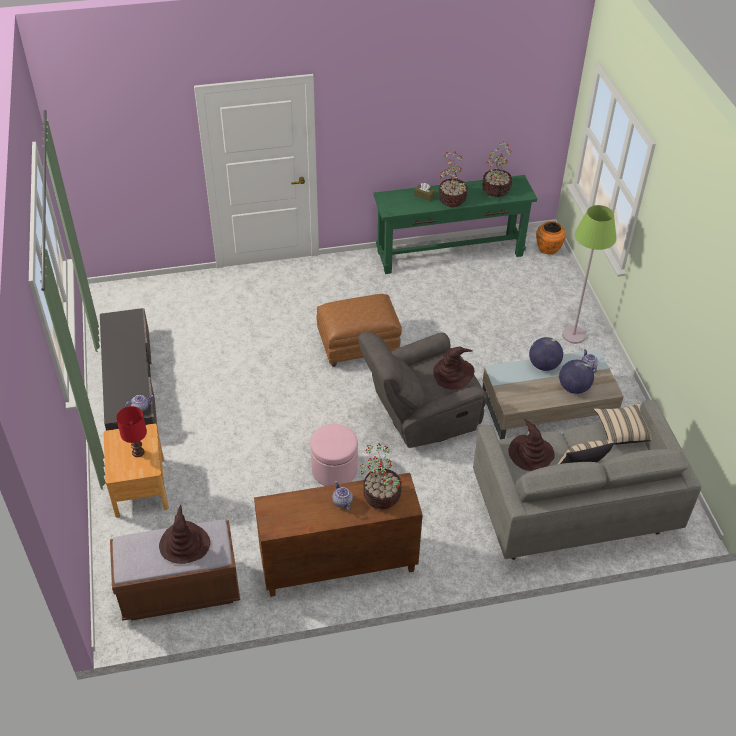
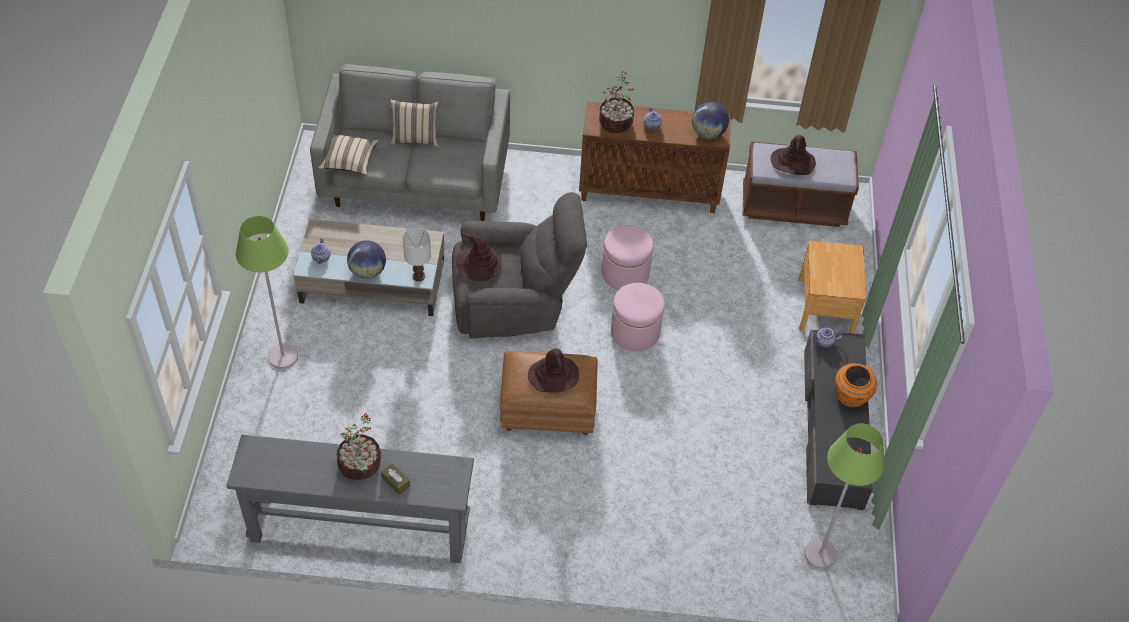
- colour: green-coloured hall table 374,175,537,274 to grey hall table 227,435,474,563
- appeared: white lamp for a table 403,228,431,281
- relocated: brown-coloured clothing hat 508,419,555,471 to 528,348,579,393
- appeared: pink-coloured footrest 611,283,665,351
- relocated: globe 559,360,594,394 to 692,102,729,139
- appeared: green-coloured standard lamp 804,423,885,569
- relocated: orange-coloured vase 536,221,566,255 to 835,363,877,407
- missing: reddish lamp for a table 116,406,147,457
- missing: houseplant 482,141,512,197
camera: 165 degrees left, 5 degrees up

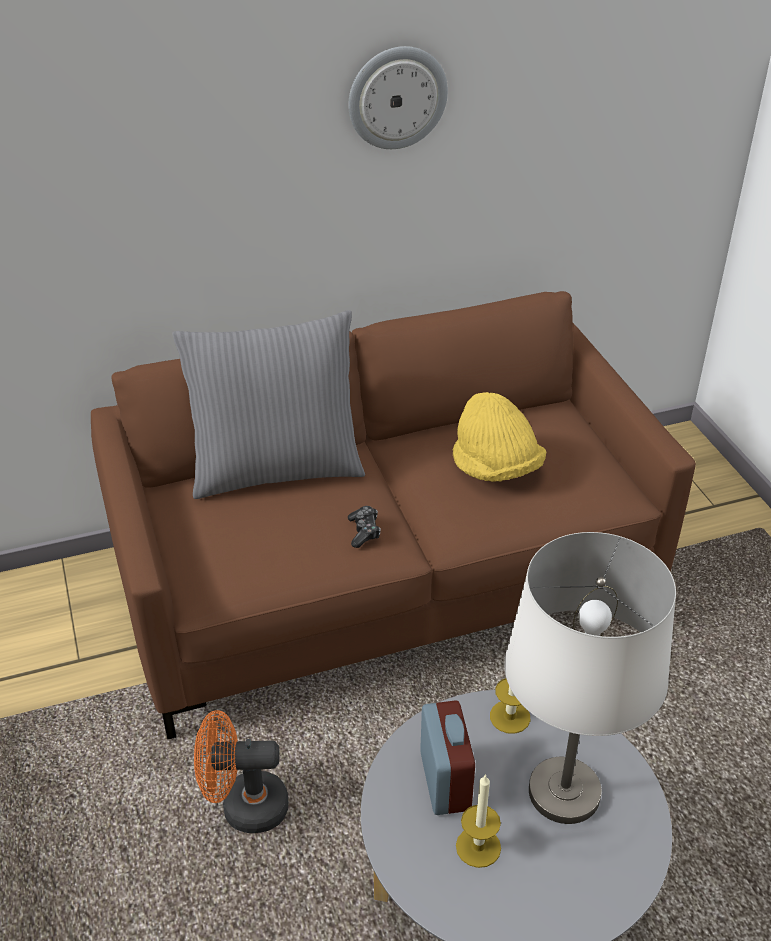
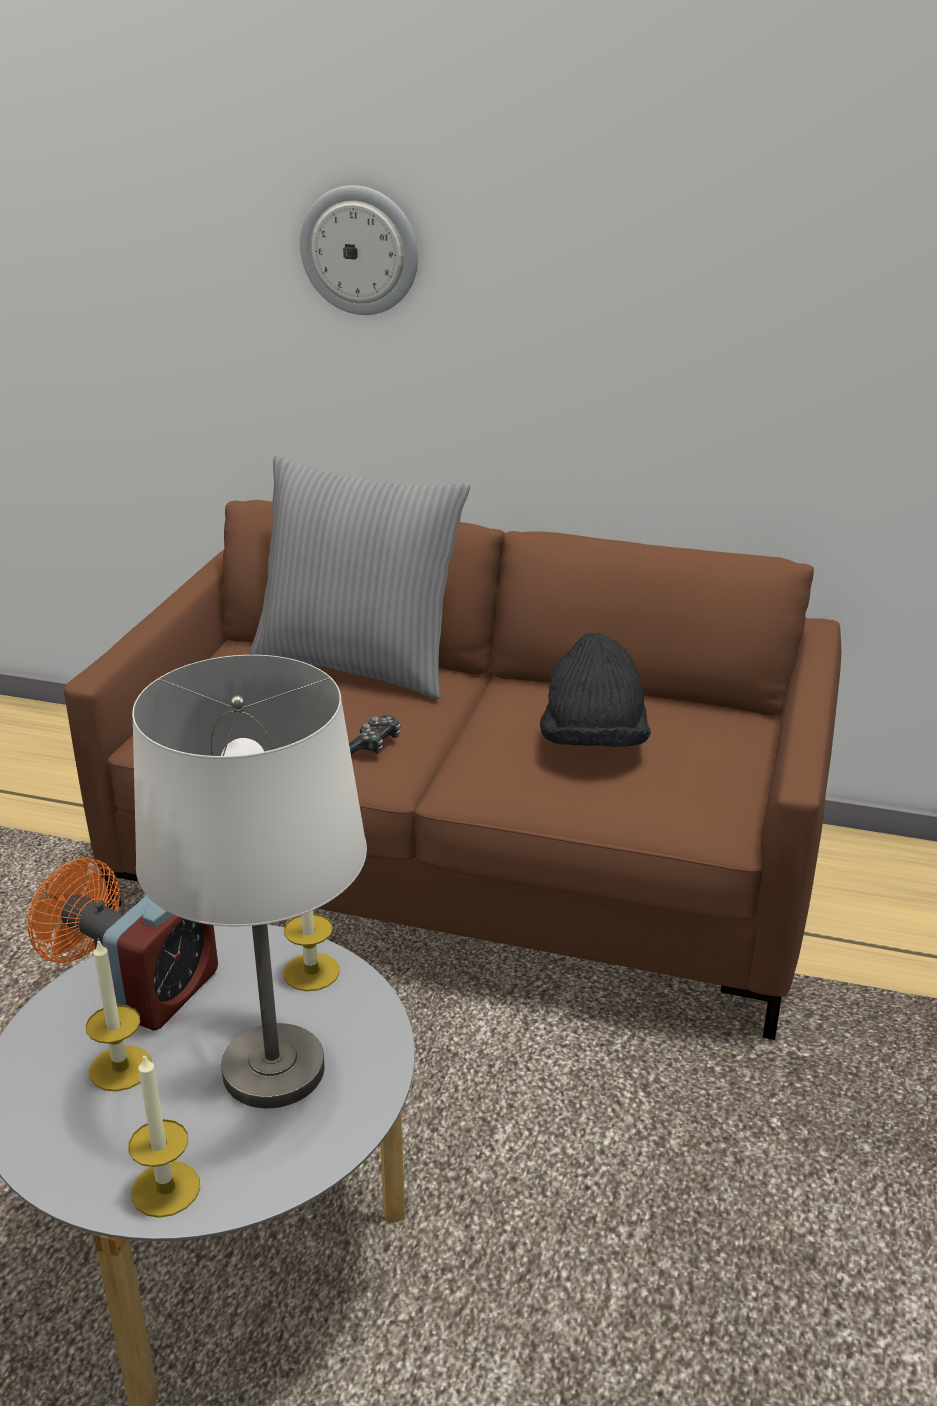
- appeared: wax light 128,1053,200,1218
- relocated: wall clock 348,46,448,149 to 300,185,418,315
- colour: yellowish clothing hat 452,392,546,482 to blackish clothing hat 540,633,651,747
camera: 35 degrees right, 10 degrees down

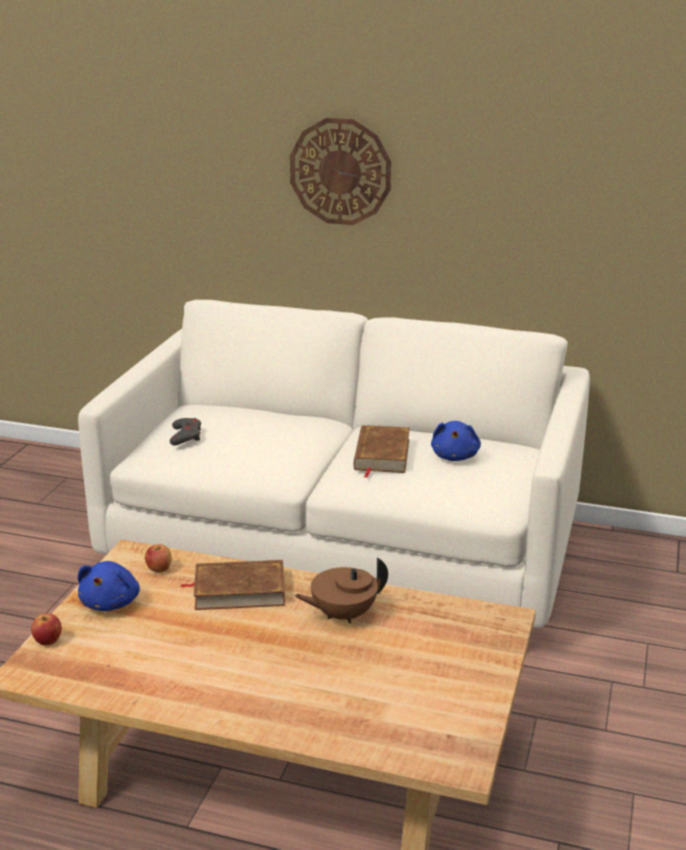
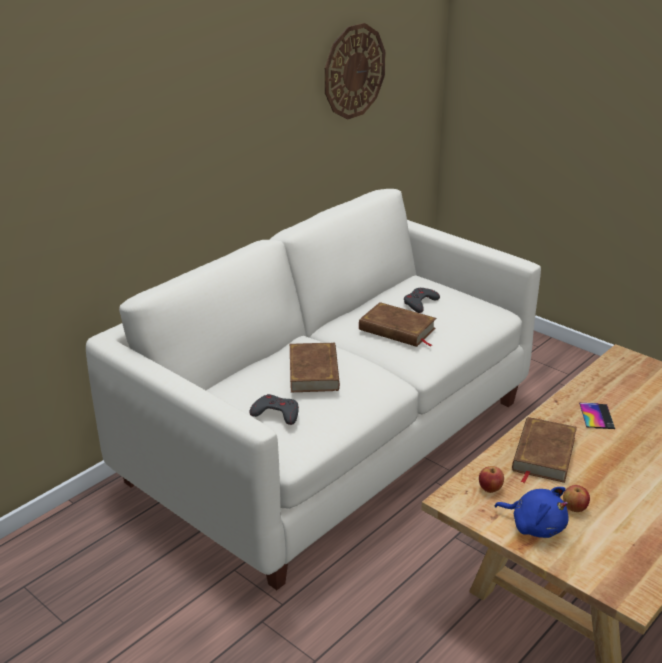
- appeared: brown-coloured volume 290,342,340,392
- relocated: wall clock 290,118,391,225 to 325,23,386,119
- exchanged: bluish cuddly toy 431,421,481,461 to grey game controller 404,288,440,313
- relocated: whole apple 31,613,62,646 to 563,485,590,512
- exchanged: brown-coloured teapot 294,558,388,623 to handset 579,403,615,429
camera: 65 degrees left, 5 degrees up

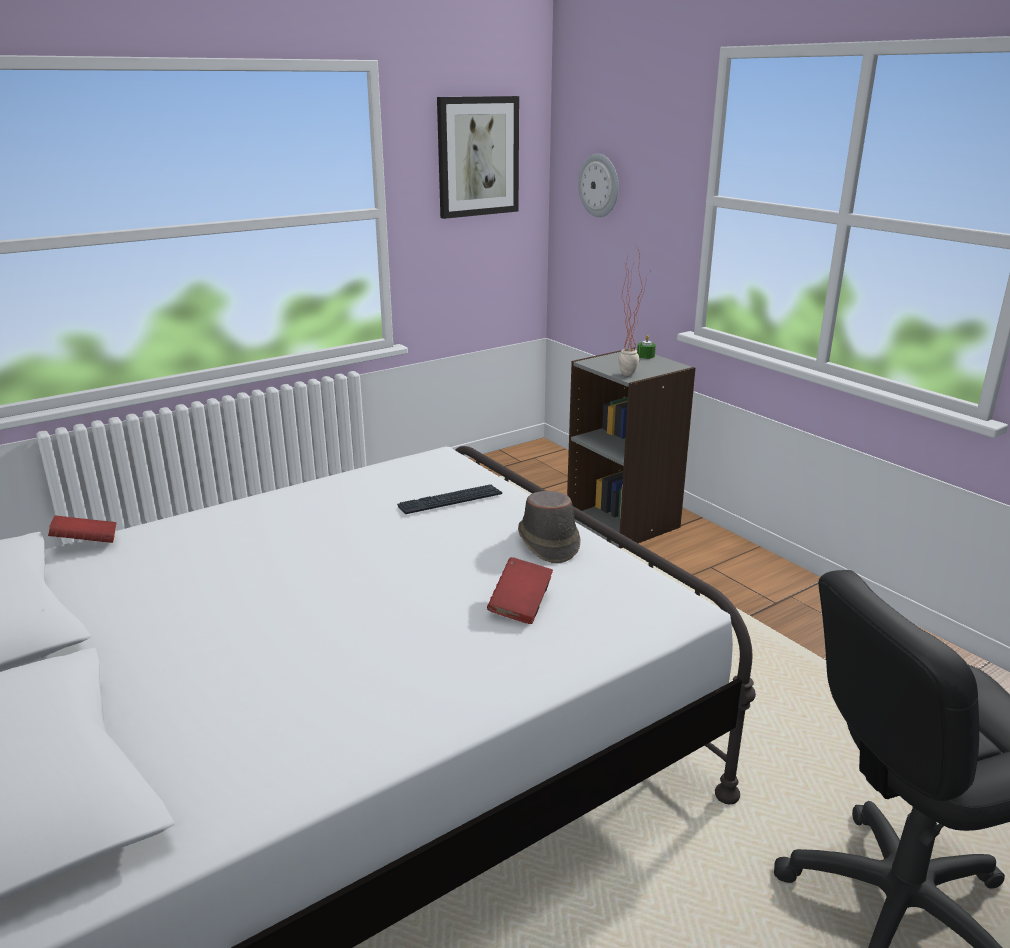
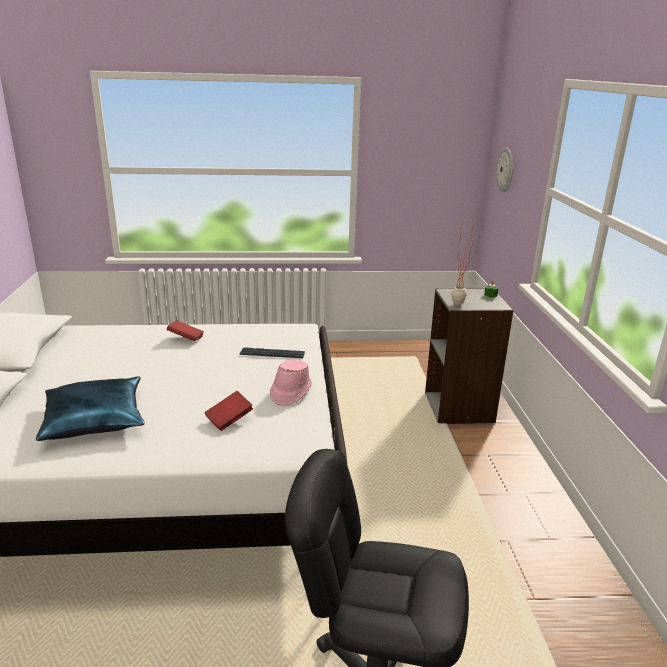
- appeared: bluish throw pillow 36,376,145,441
- relocated: reddish volume 48,515,116,543 to 167,321,204,341
- colour: brown-coloured clothing hat 518,491,581,564 to pink-coloured clothing hat 270,360,312,405
- missing: wall picture 437,96,519,219
camera: 30 degrees right, 0 degrees up

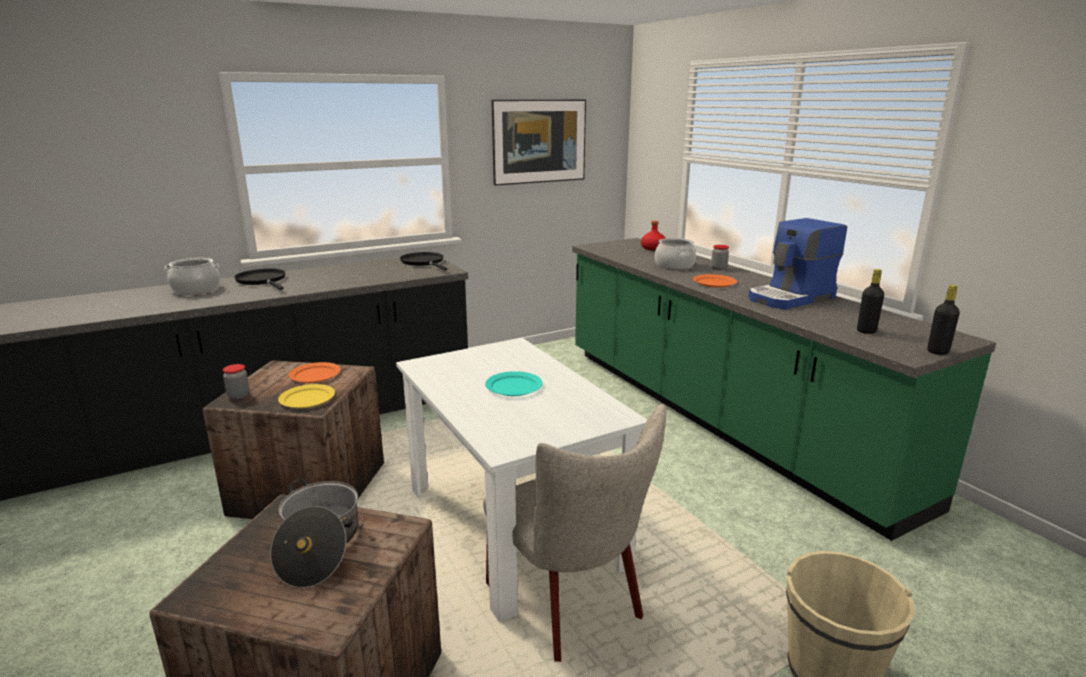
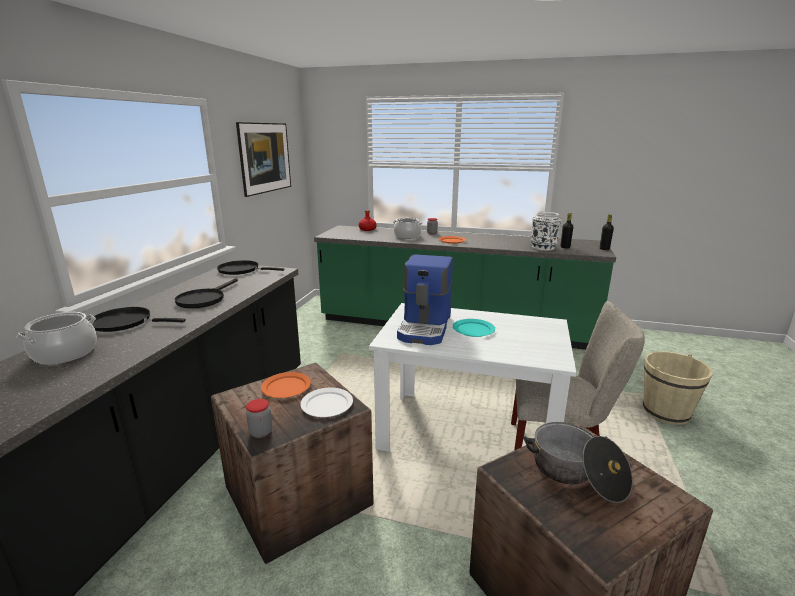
- appeared: blackish pan 175,278,238,308
- colour: yellowish plate 278,384,335,408 to white plate 300,388,353,417
- relocated: coffee machine 748,218,847,309 to 397,254,453,345
- appeared: white vase 531,212,561,251
camera: 45 degrees left, 0 degrees up

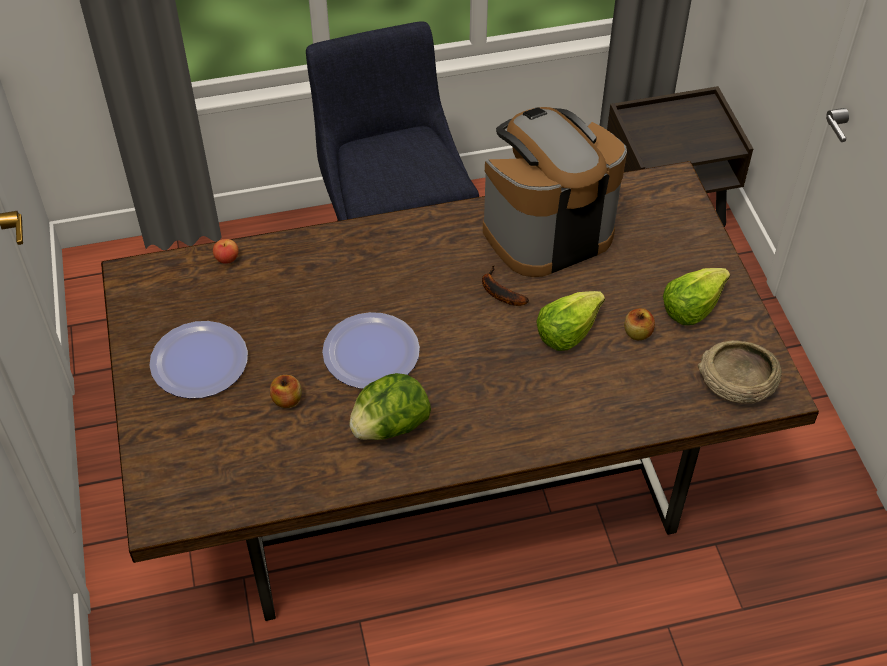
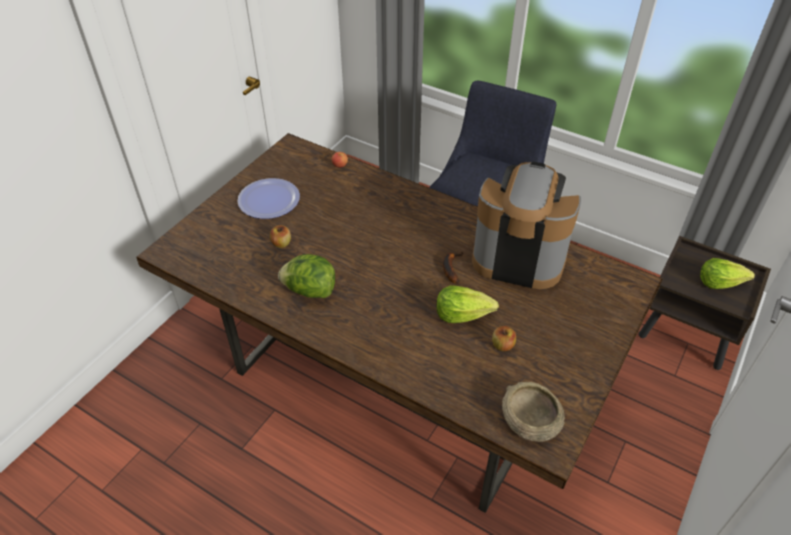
- relocated: head of lettuce 663,268,730,325 to 700,258,755,289
- missing: plate 322,312,420,389
camera: 45 degrees right, 5 degrees down

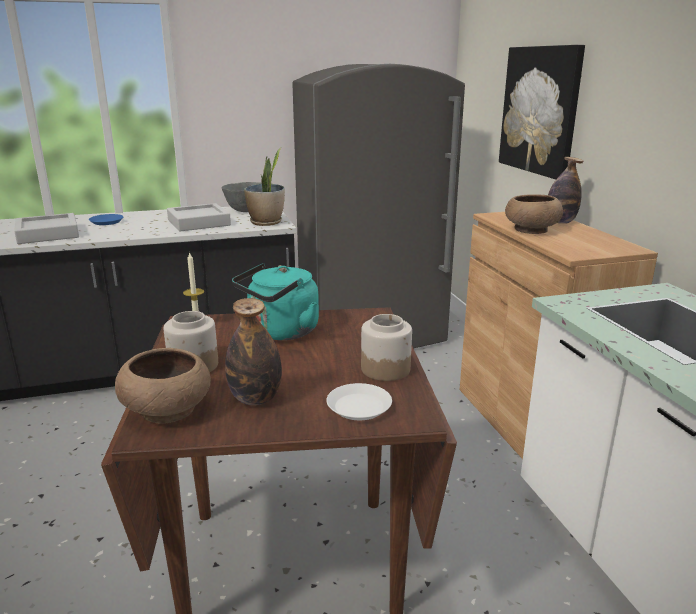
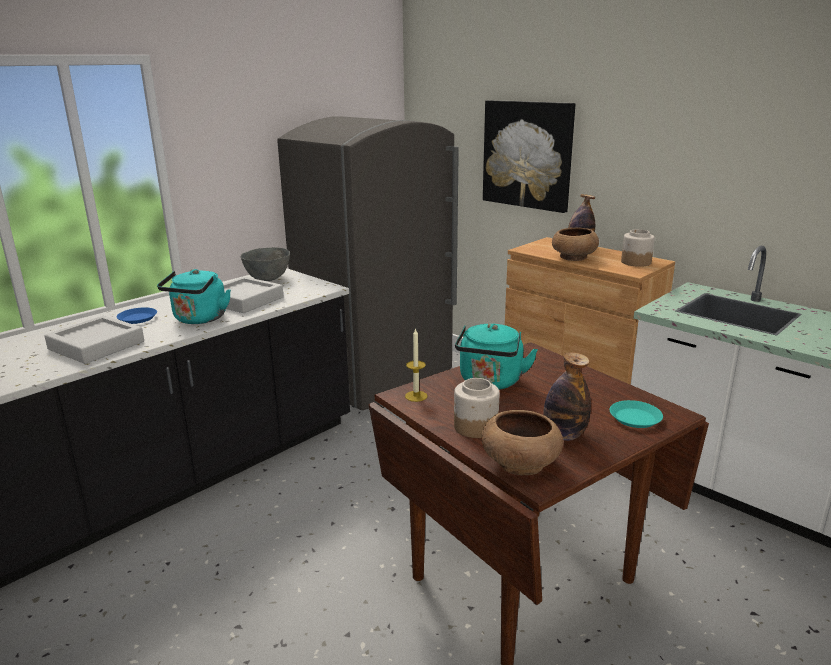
- appeared: blue-green kettle 157,269,231,324
- colour: white plate 326,383,392,420 to blue-green plate 610,400,663,428
- relocated: preserve jar 361,314,412,381 to 621,229,655,267
- missing: houseplant 244,148,285,226
camera: 30 degrees left, 0 degrees up

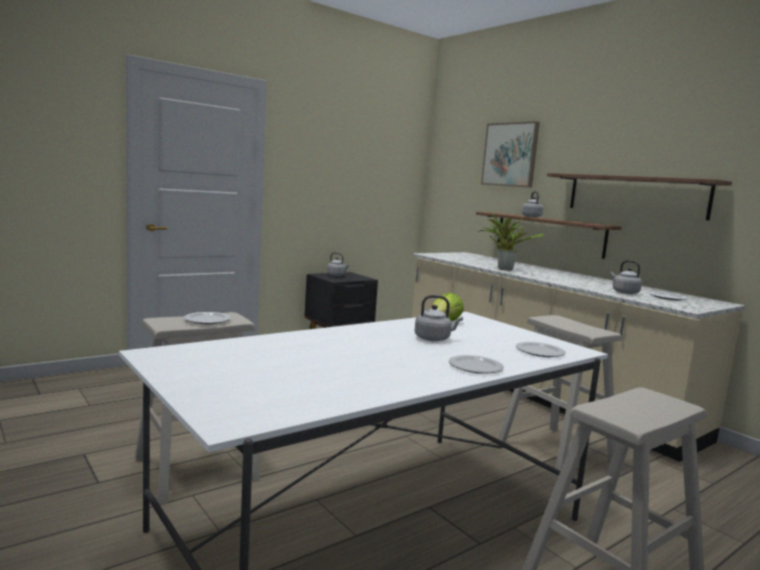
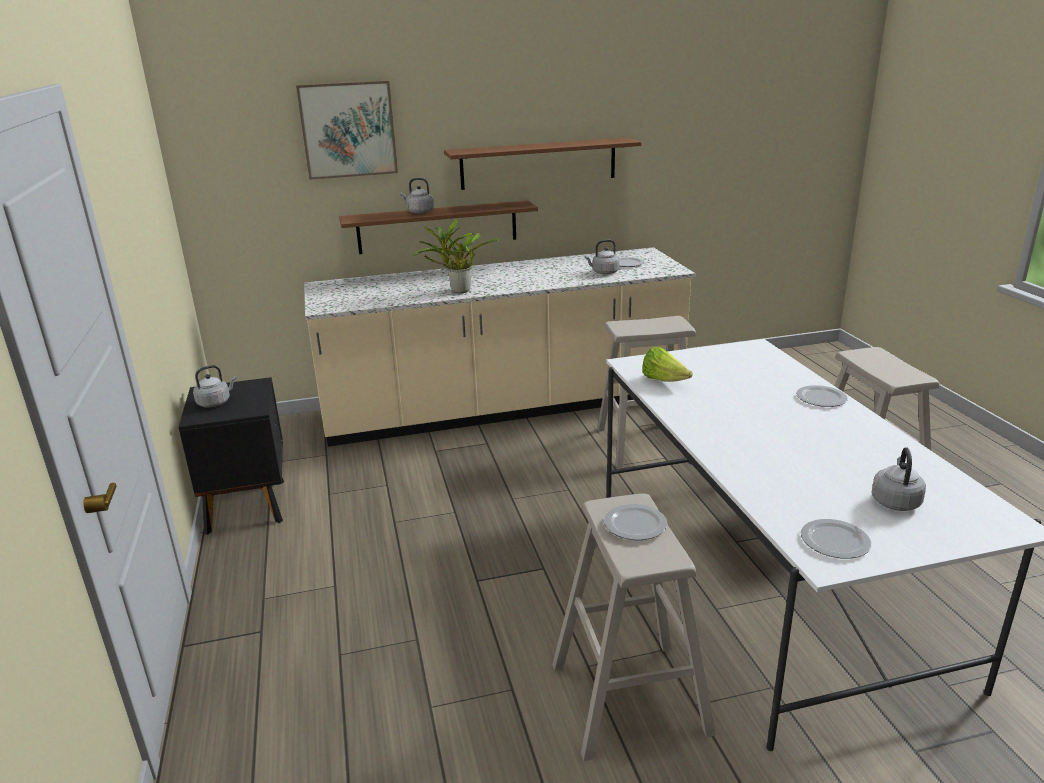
- relocated: plate 516,342,566,357 to 801,519,871,559
- relocated: grey kettle 415,295,463,341 to 872,447,926,511
camera: 65 degrees left, 15 degrees up

